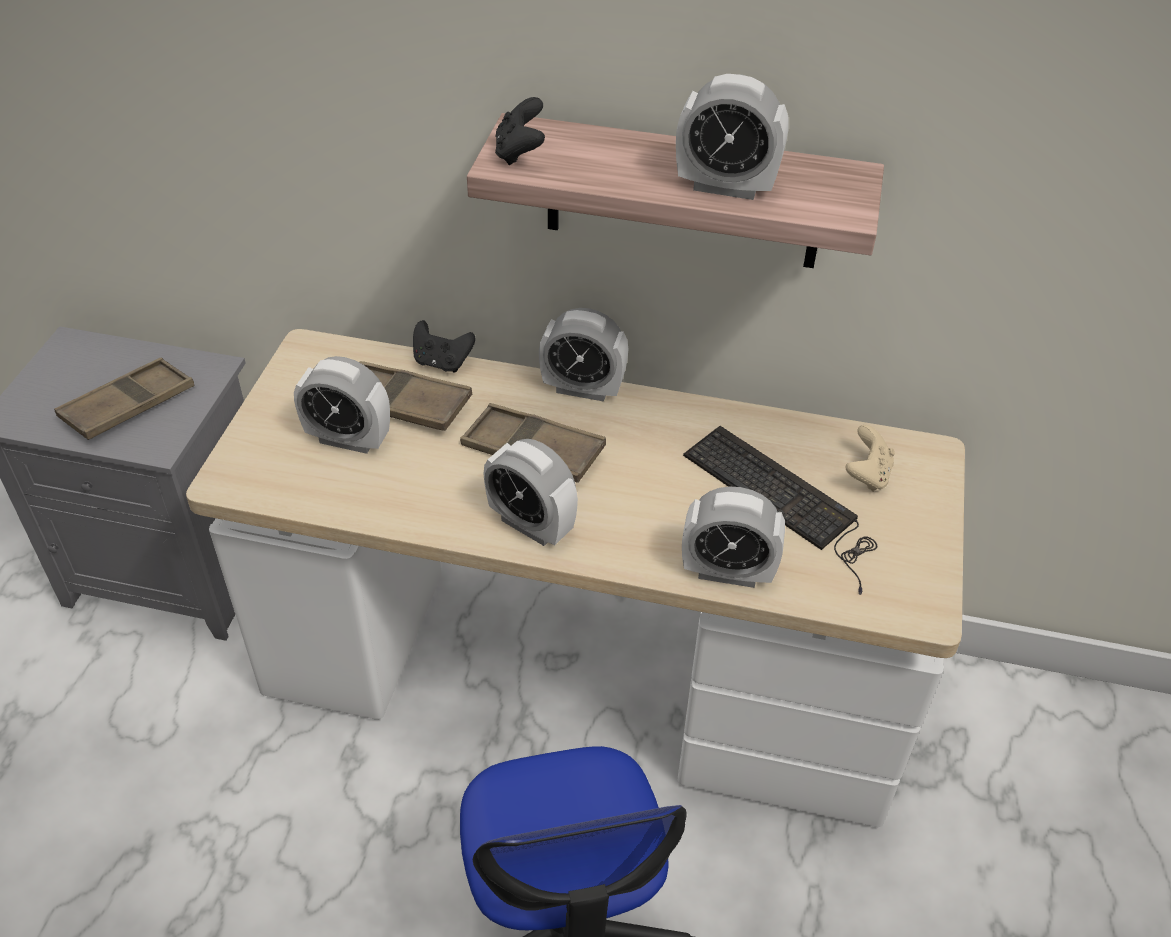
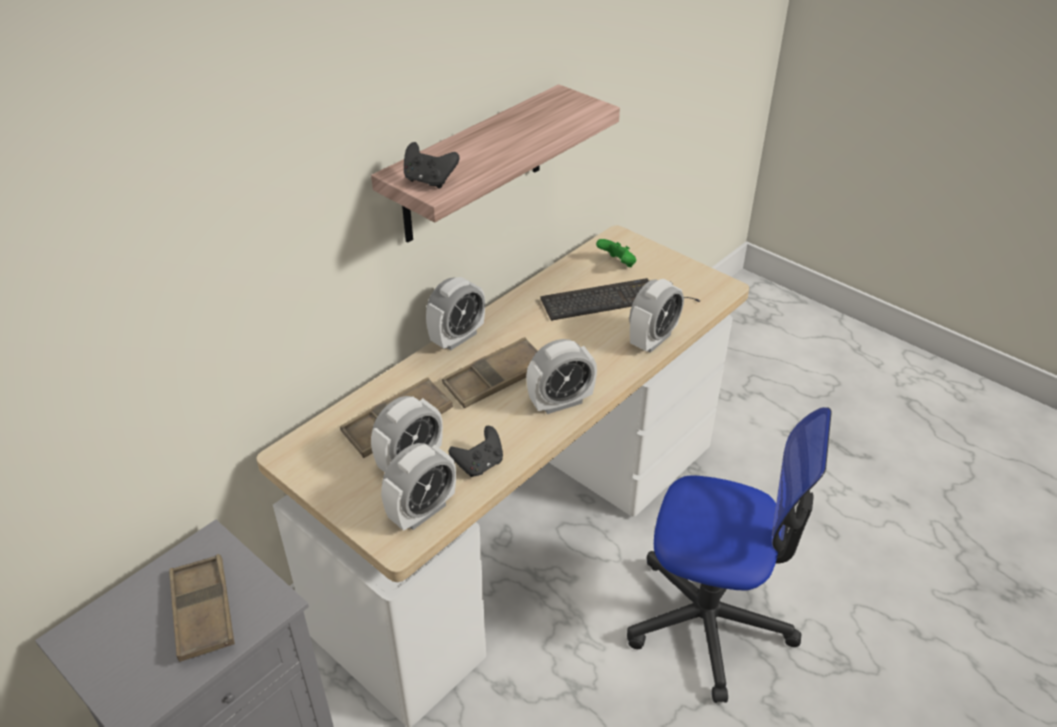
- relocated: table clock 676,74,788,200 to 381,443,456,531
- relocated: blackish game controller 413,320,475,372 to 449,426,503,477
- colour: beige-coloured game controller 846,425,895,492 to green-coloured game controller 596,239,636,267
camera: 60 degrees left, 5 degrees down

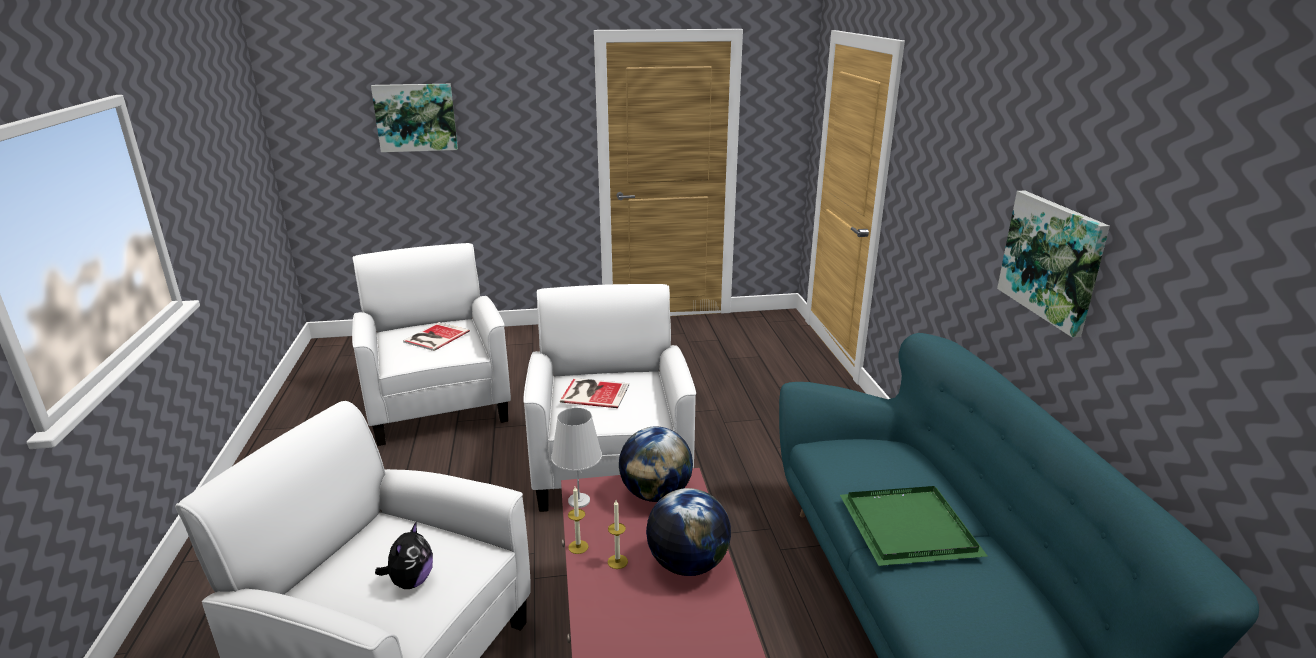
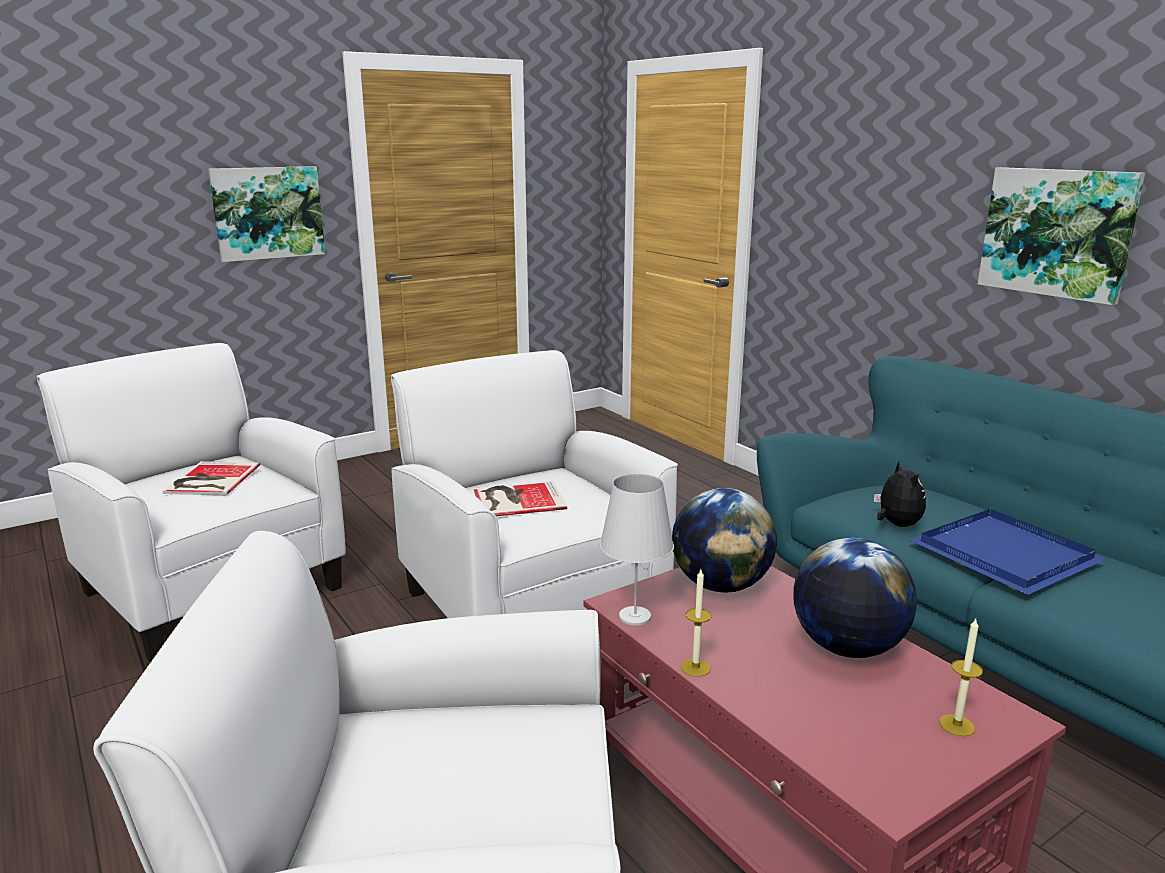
- relocated: wall picture 371,84,458,152 to 208,166,325,262
- relocated: cuddly toy 375,521,433,589 to 874,461,926,527
- colour: green-coloured tray 840,486,987,566 to bluish tray 910,509,1106,595
- relocated: wax light 608,500,628,569 to 939,619,983,736
camera: 25 degrees left, 5 degrees down

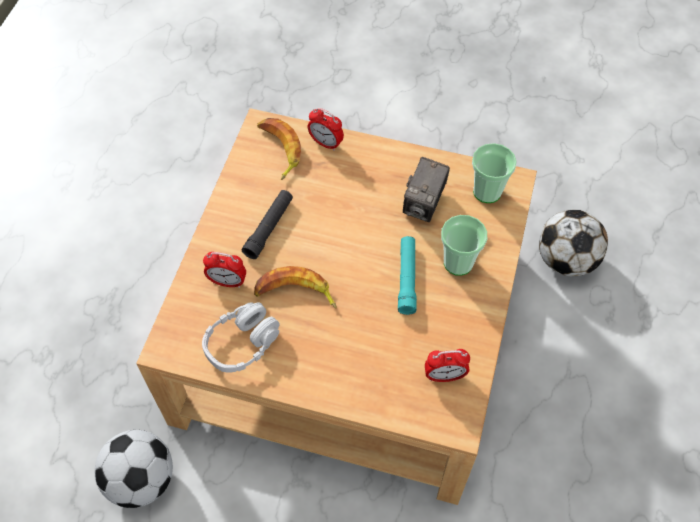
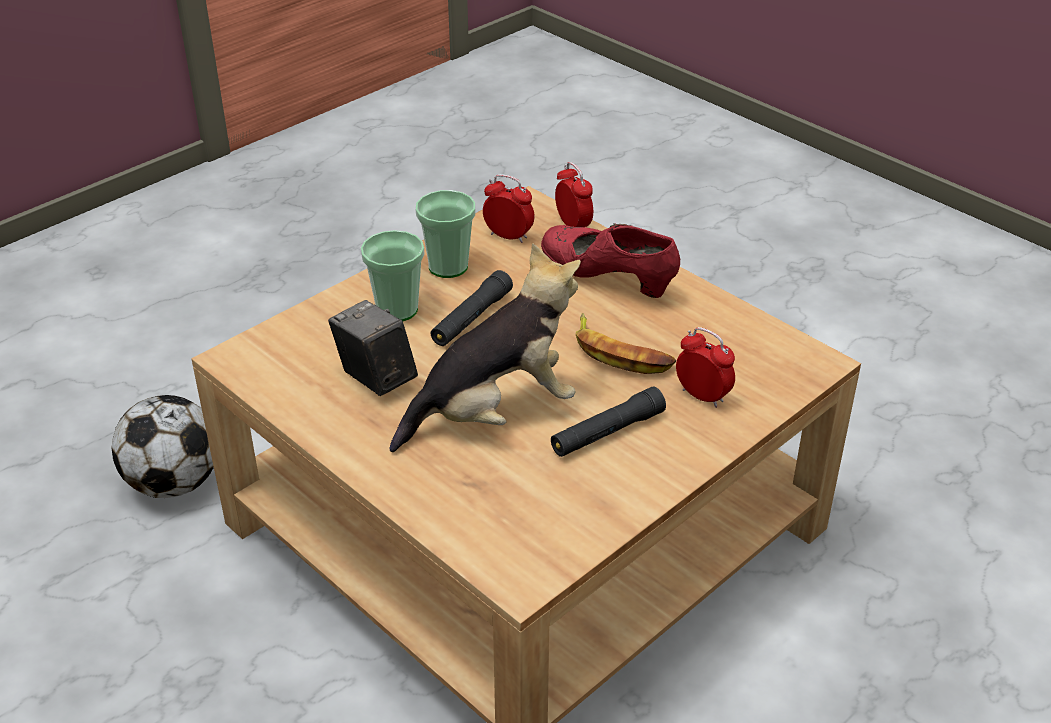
- spun: still camera 403,157,450,222 = 328,300,418,396 90 degrees counterclockwise
- appeared: cuddly toy 389,243,581,452
- relocated: drinking cup 472,143,517,203 to 415,190,475,278
- colour: blue-green hand torch 398,236,417,315 to blackish hand torch 431,270,513,346
- appeared: reddish item of footwear 541,223,680,298
- relocated: table clock 308,108,344,151 to 555,162,593,227
- missing: ball for football 95,430,173,508
- missing: grey headset 202,302,280,373
- missing: banana 257,118,301,180
camera: 150 degrees left, 20 degrees down

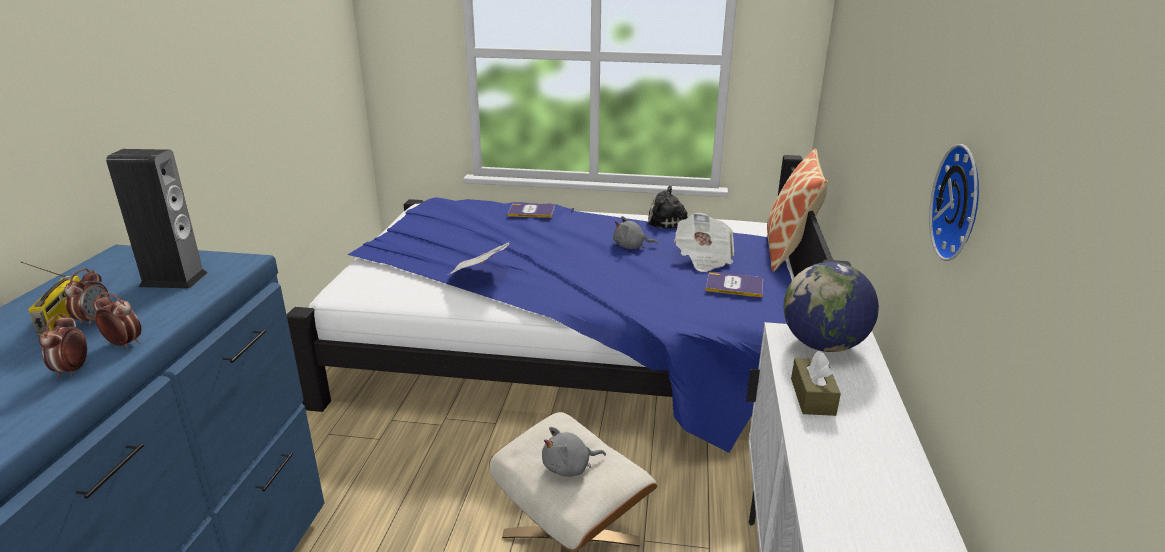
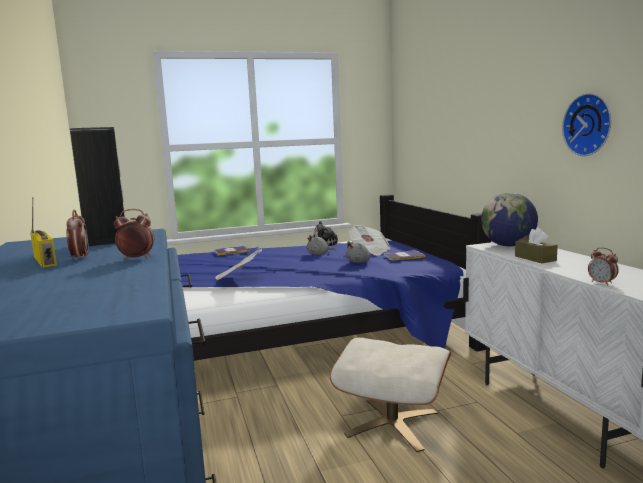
- relocated: grey cuddly toy 542,427,606,477 to 346,241,372,263
- relocated: table clock 39,313,87,378 to 588,247,619,286
- missing: throw pillow 767,149,828,272
camera: 25 degrees left, 15 degrees down

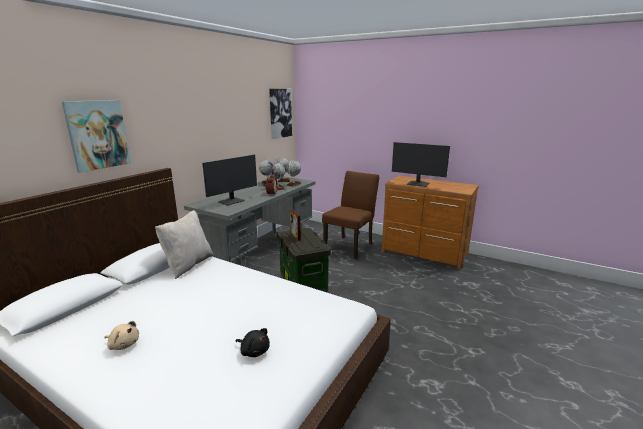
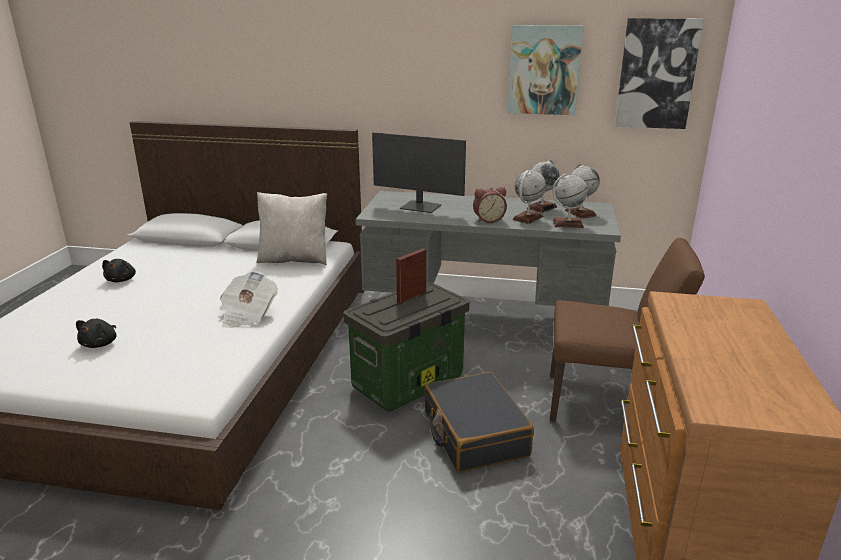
- colour: beige-coloured cuddly toy 104,321,139,350 to blackish cuddly toy 102,259,136,282
- appeared: daily paper 220,271,278,328
- appeared: blackish travel case 424,372,534,472
- relocated: wall picture 62,100,131,172 to 508,25,584,115
- missing: computer screen 392,142,450,187
camera: 70 degrees right, 5 degrees up

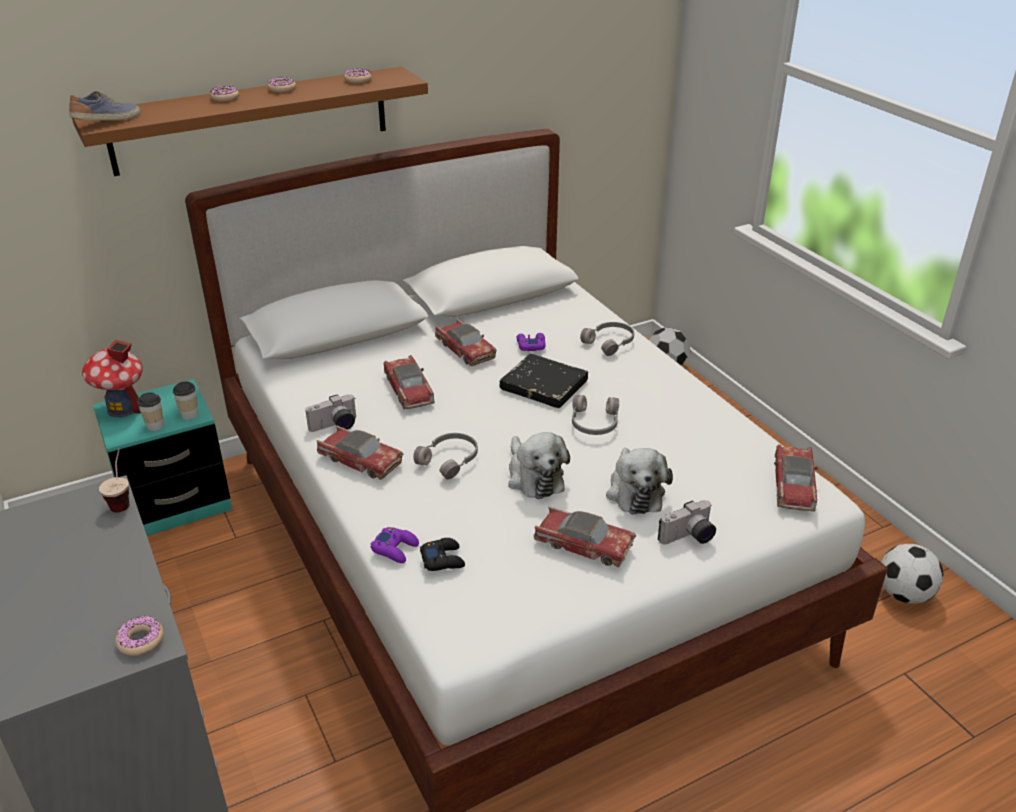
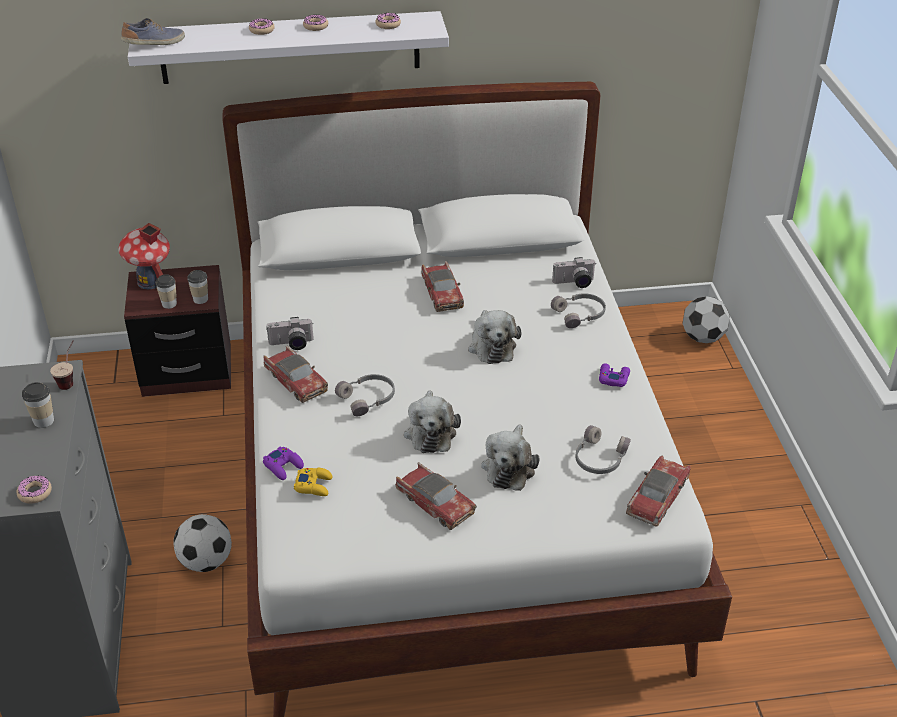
- appeared: drinking cup 22,382,54,428
- colour: blue-green night table 93,379,232,536 to brown-coloured night table 124,265,231,397
- colour: brown-coloured bracket shelf 72,66,428,176 to white bracket shelf 128,11,449,84
- relocated: ball for football 881,544,943,604 to 173,514,232,572
- colour: blackish game controller 420,538,465,571 to yellowish game controller 294,468,332,496
- exchanged: blackish volume 499,354,588,408 to cuddly toy 468,310,521,364
- relocated: still camera 658,500,716,545 to 552,257,595,288
- relocated: grey headset 572,395,619,435 to 575,425,631,474
- relocated: purple-coloured game controller 517,333,546,351 to 599,363,630,387
- missing: miniature car 384,355,435,409
camera: 20 degrees right, 5 degrees up

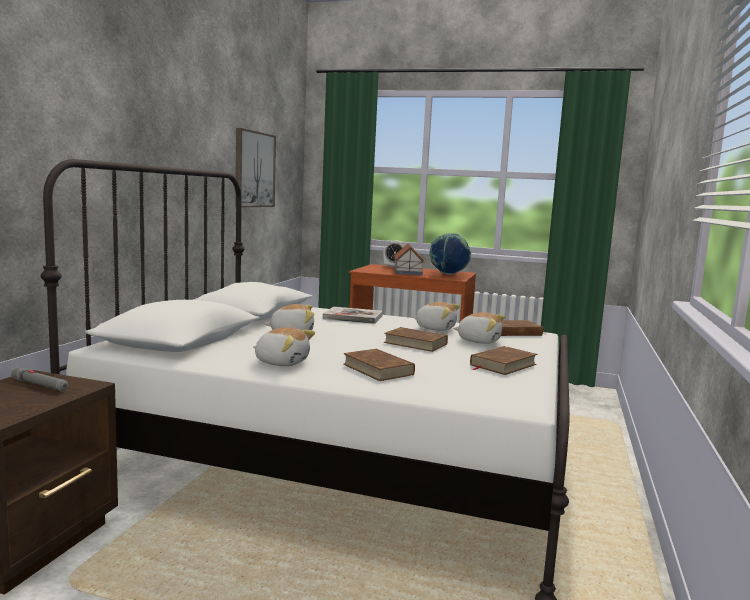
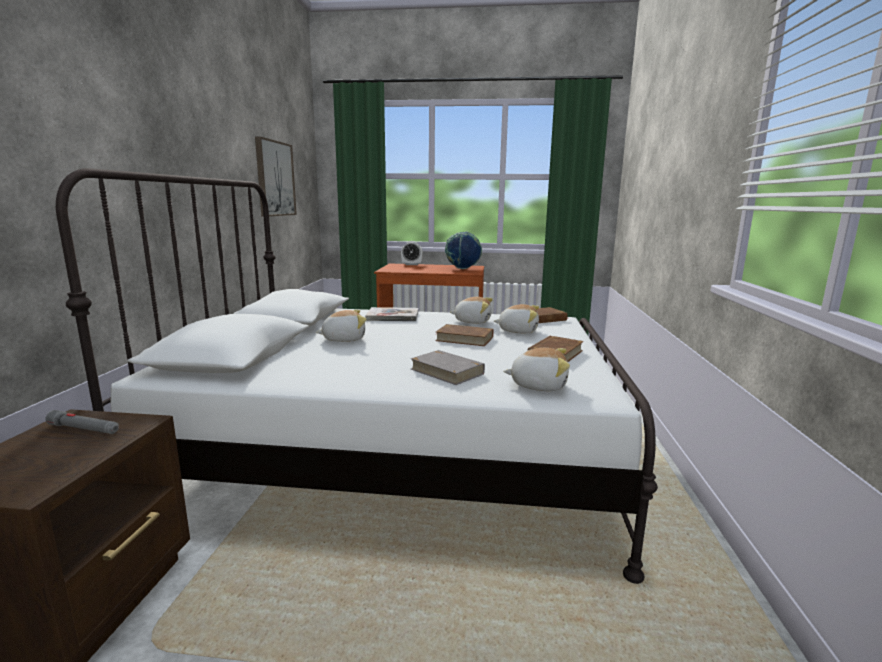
- colour: brown-coloured volume 343,349,415,381 to grey volume 411,350,485,385
- relocated: cuddly toy 253,327,315,366 to 503,348,570,391
- missing: model house 394,243,425,275
camera: 10 degrees left, 5 degrees up

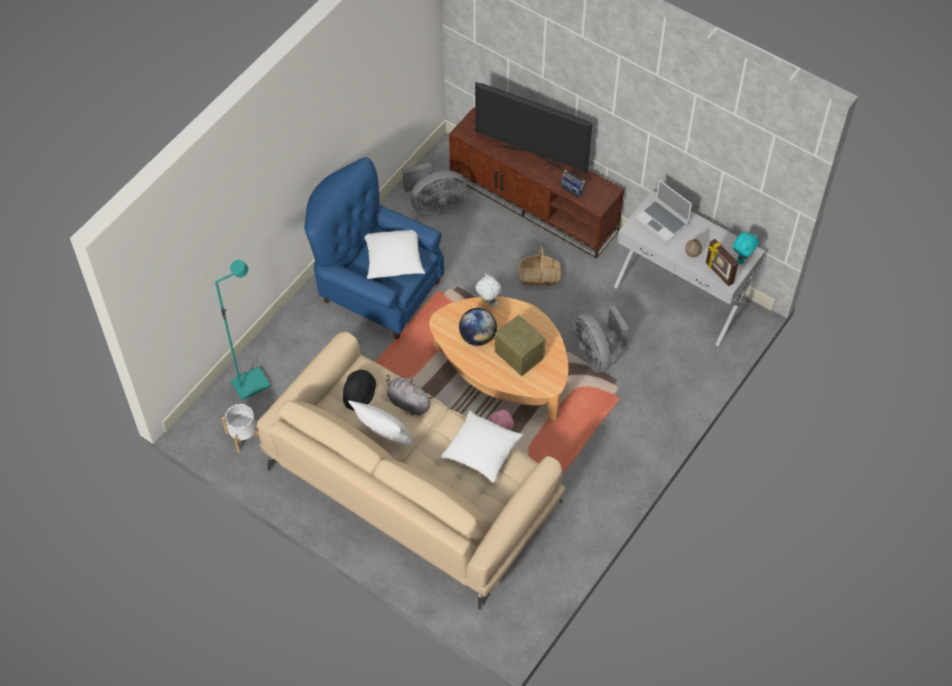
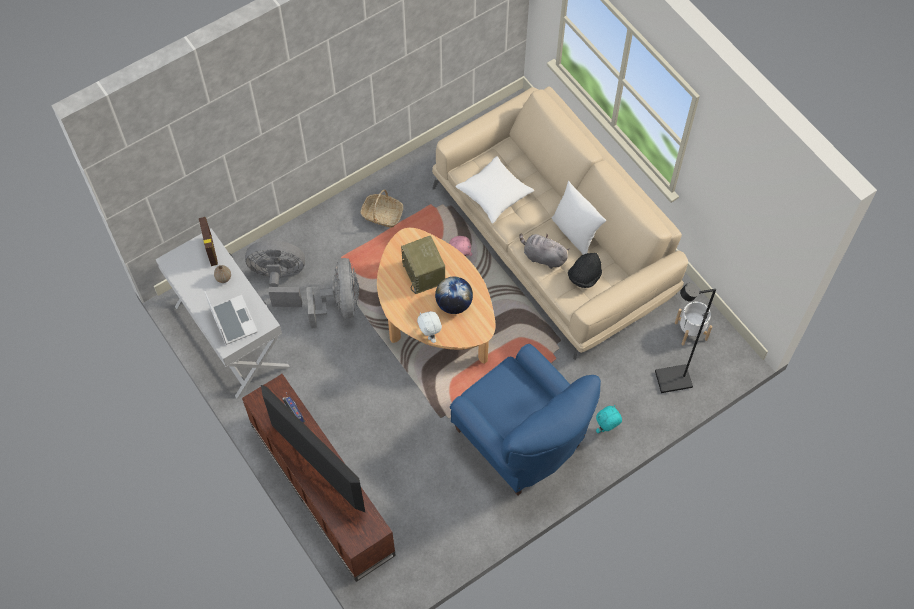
- relocated: grey fan 403,162,467,215 to 245,240,305,307
- relocated: basket 518,247,561,285 to 361,190,403,228
- spun: grey cuddly toy 386,374,433,416 = 519,233,570,269 150 degrees clockwise
- relocated: blue-green cuddly toy 733,232,759,264 to 596,405,622,433
- colour: blue-green standard lamp 215,260,271,400 to blackish standard lamp 655,283,716,393
- missing: white throw pillow 365,230,425,279
camera: 160 degrees left, 5 degrees up

